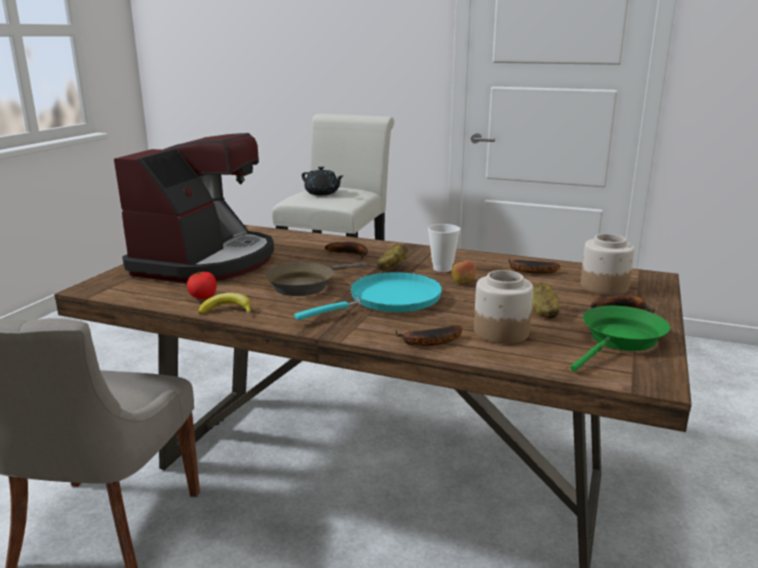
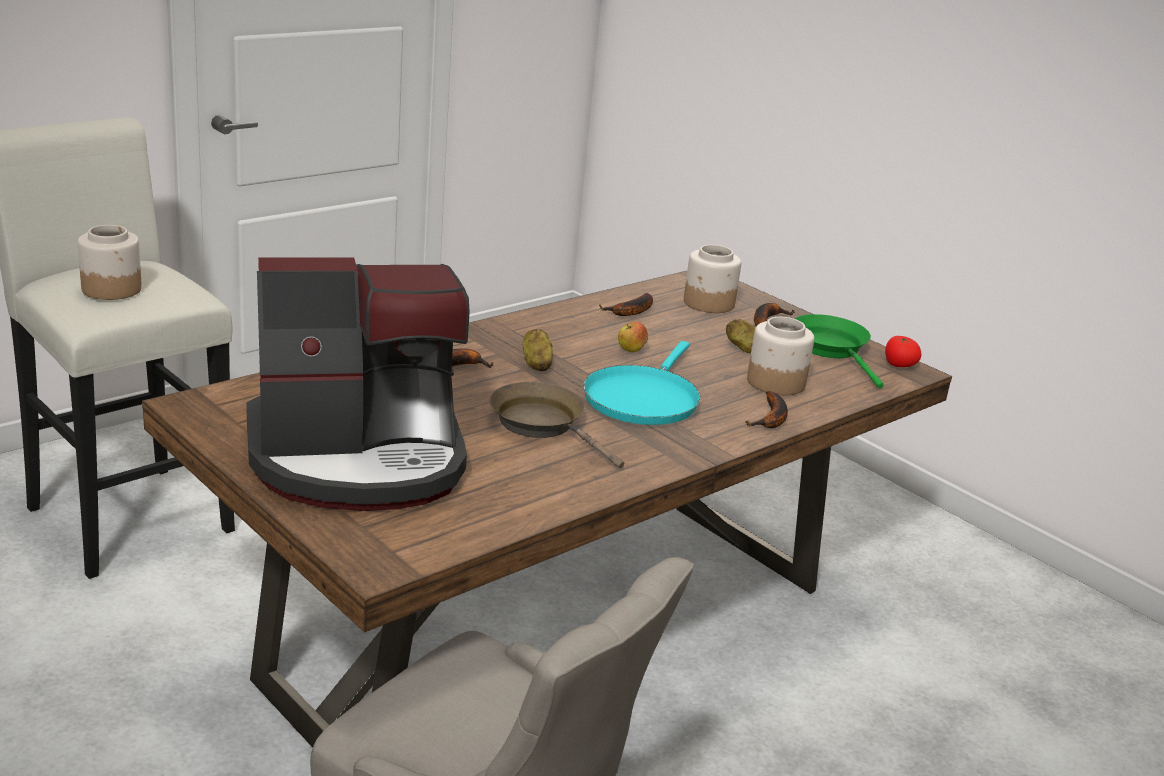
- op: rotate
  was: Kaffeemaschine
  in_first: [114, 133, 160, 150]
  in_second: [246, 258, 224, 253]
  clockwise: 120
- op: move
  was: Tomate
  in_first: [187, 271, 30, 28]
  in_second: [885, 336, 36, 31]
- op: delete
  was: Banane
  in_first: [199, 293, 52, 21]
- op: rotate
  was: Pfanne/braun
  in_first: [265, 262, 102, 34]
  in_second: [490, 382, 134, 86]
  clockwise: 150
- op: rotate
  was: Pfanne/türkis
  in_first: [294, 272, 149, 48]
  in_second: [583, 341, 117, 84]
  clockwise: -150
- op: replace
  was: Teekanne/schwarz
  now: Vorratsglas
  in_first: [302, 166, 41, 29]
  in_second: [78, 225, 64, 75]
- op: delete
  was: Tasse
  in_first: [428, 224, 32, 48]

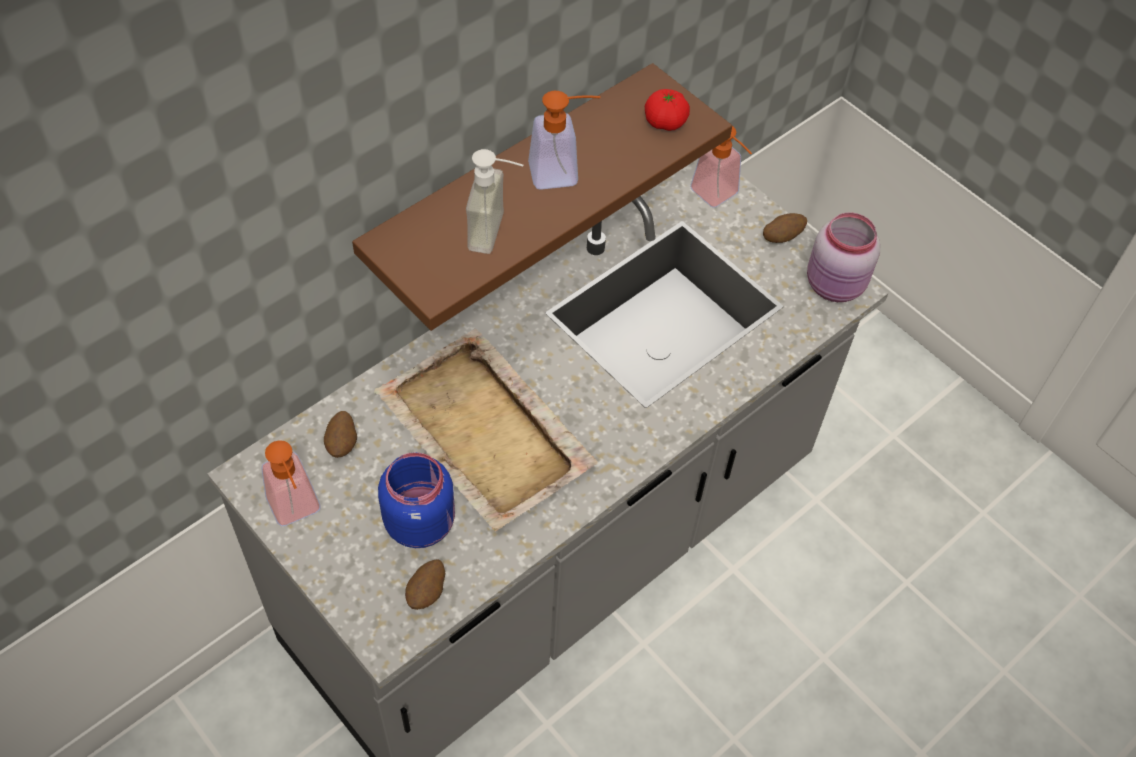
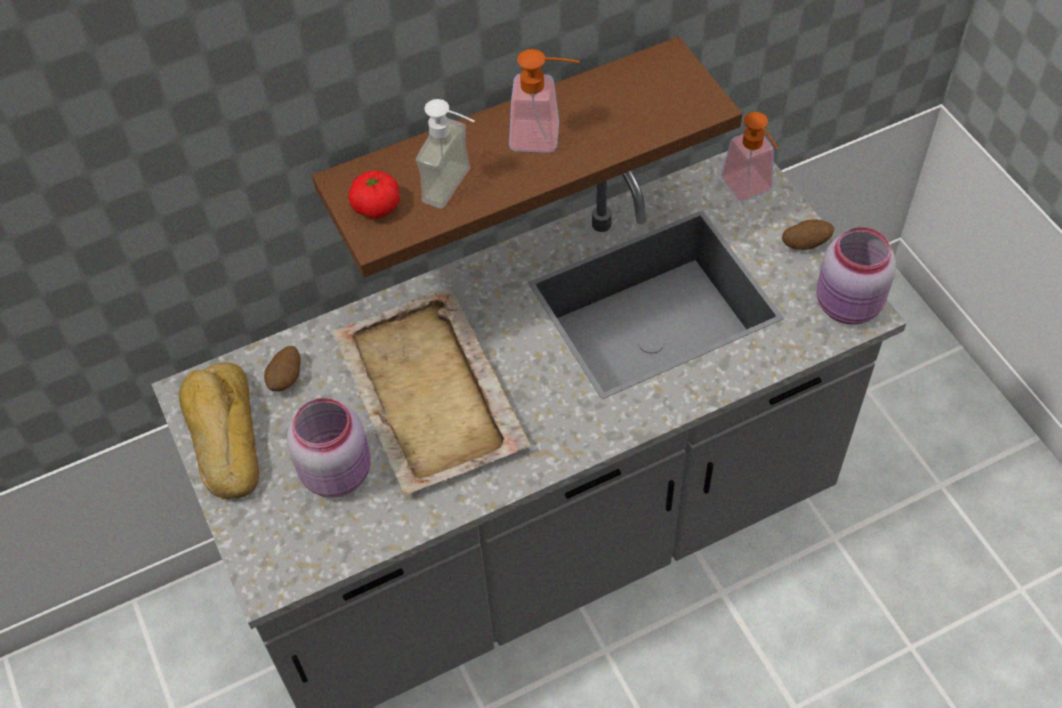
- op: replace
  was: Seifenspender
  now: Brot
  in_first: [262, 440, 58, 86]
  in_second: [179, 363, 80, 136]
- op: recolor
  was: Vorratsglas/blau
  now: Vorratsglas/rosa
  in_first: [378, 452, 77, 96]
  in_second: [287, 398, 84, 100]
- op: delete
  was: Kartoffel
  in_first: [405, 559, 40, 51]
- op: move
  was: Tomate
  in_first: [645, 89, 45, 42]
  in_second: [348, 171, 52, 47]

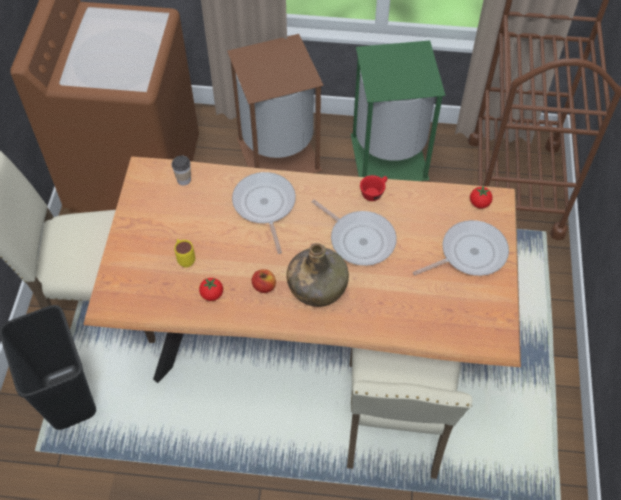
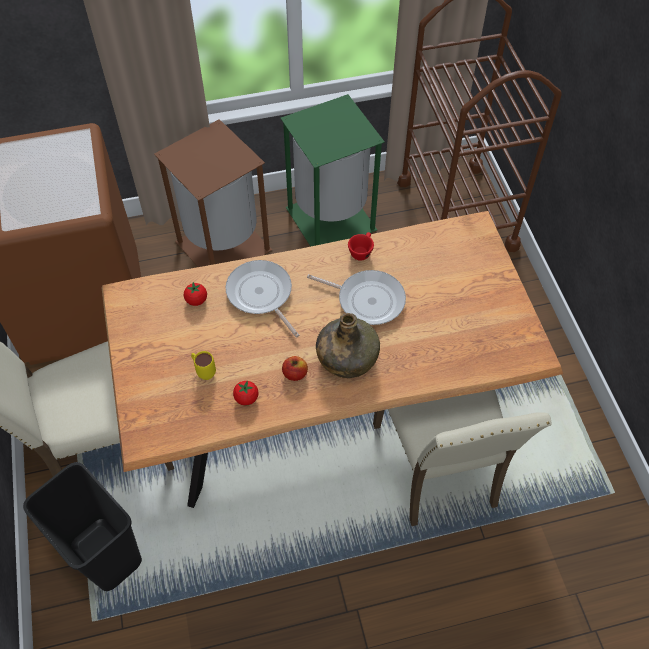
- op: delete
  was: Tasse
  in_first: [171, 156, 20, 30]
- op: delete
  was: Pfanne
  in_first: [413, 220, 96, 56]
- op: move
  was: Tomate
  in_first: [470, 186, 23, 23]
  in_second: [184, 282, 23, 24]

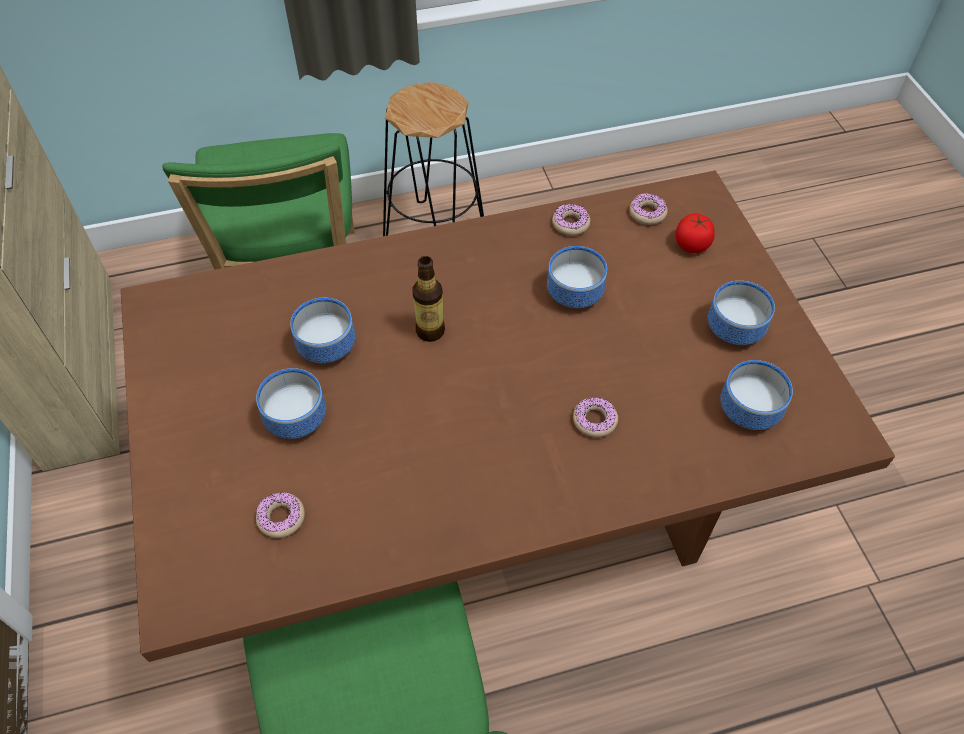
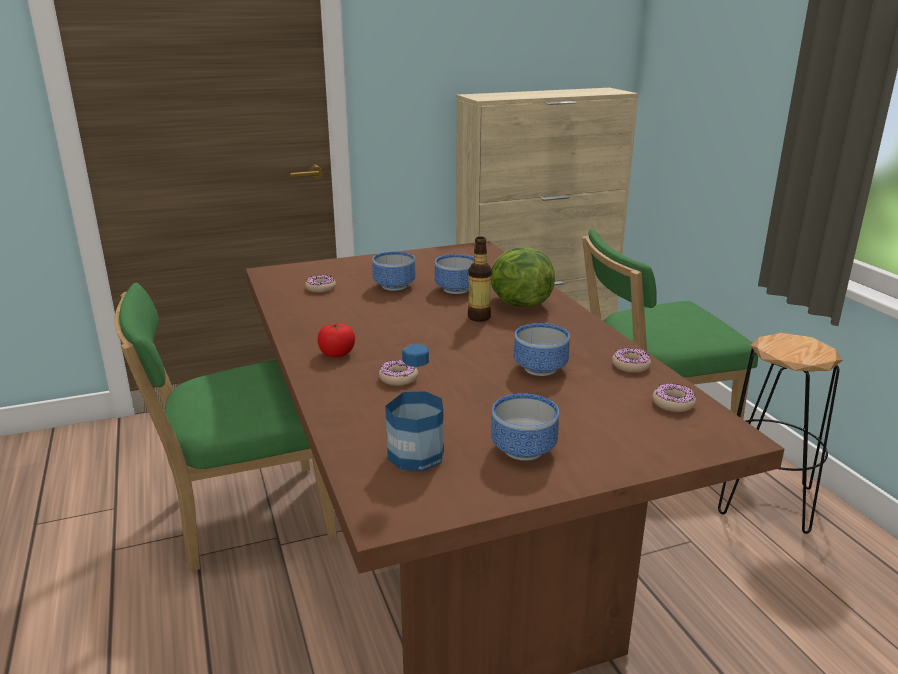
- op: move
  was: Tomate
  in_first: [675, 213, 40, 40]
  in_second: [318, 323, 37, 35]
- op: replace
  was: Schüssel
  now: Flasche
  in_first: [720, 360, 73, 70]
  in_second: [385, 344, 59, 127]
- op: insert
  now: Salatkopf
  in_second: [491, 247, 64, 60]

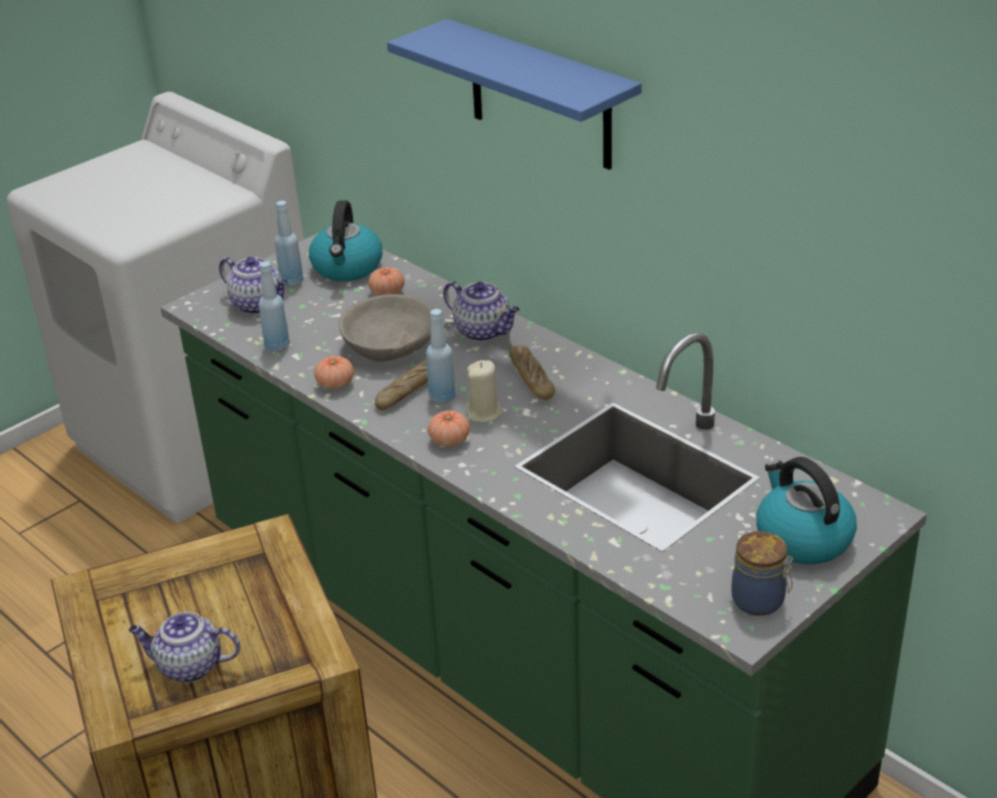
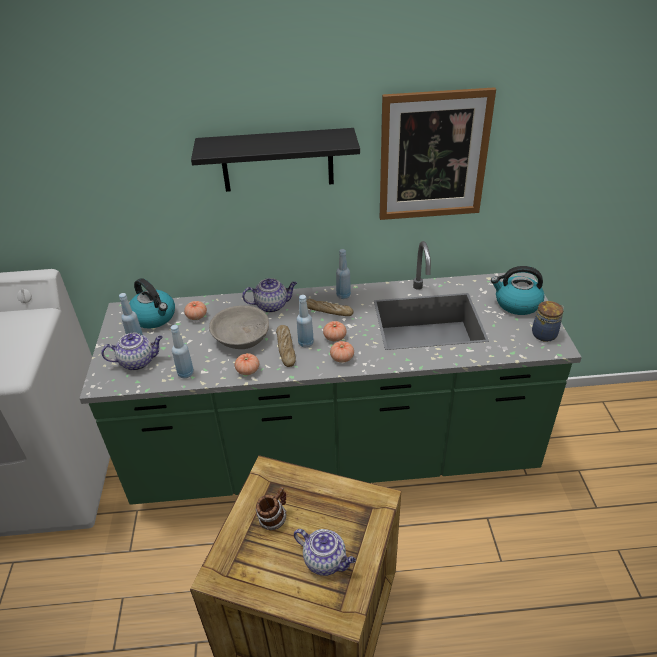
- op: rotate
  was: Teekanne
  in_first: [128, 612, 112, 71]
  in_second: [294, 529, 62, 47]
  clockwise: -105
- op: recolor
  was: Wandregal/blau
  now: Wandregal/schwarz
  in_first: [387, 19, 255, 151]
  in_second: [191, 128, 169, 64]
- op: replace
  was: Kerze/beige
  now: Tomate
  in_first: [466, 360, 37, 63]
  in_second: [323, 321, 23, 21]
- op: insert
  now: Henkelbecher
  in_second: [255, 487, 32, 44]
- op: insert
  now: Flasche/blau
  in_second: [336, 249, 15, 50]
- op: insert
  now: Bild
  in_second: [380, 87, 116, 133]

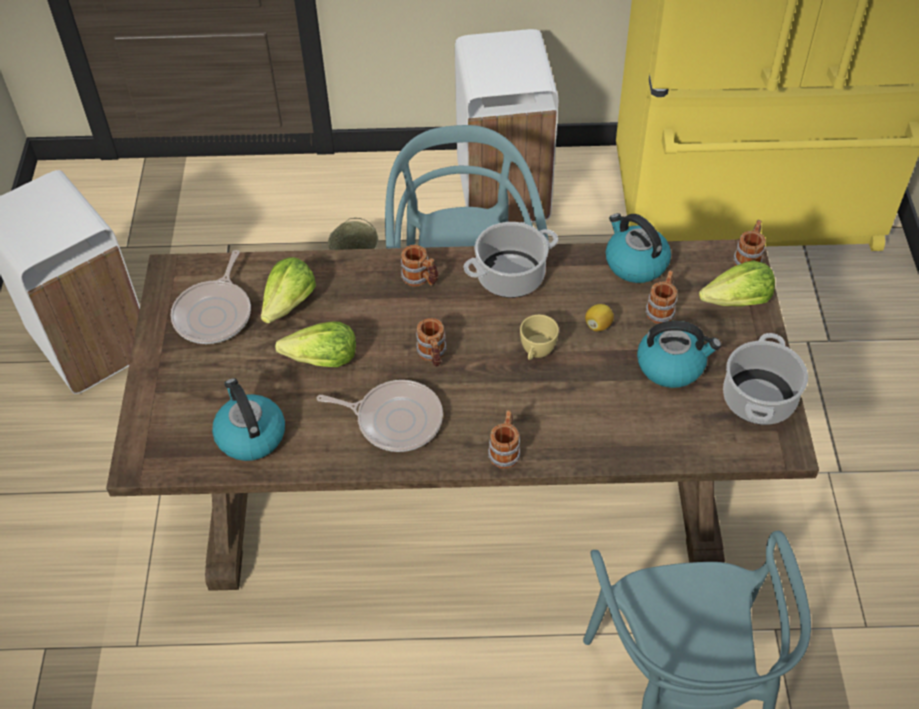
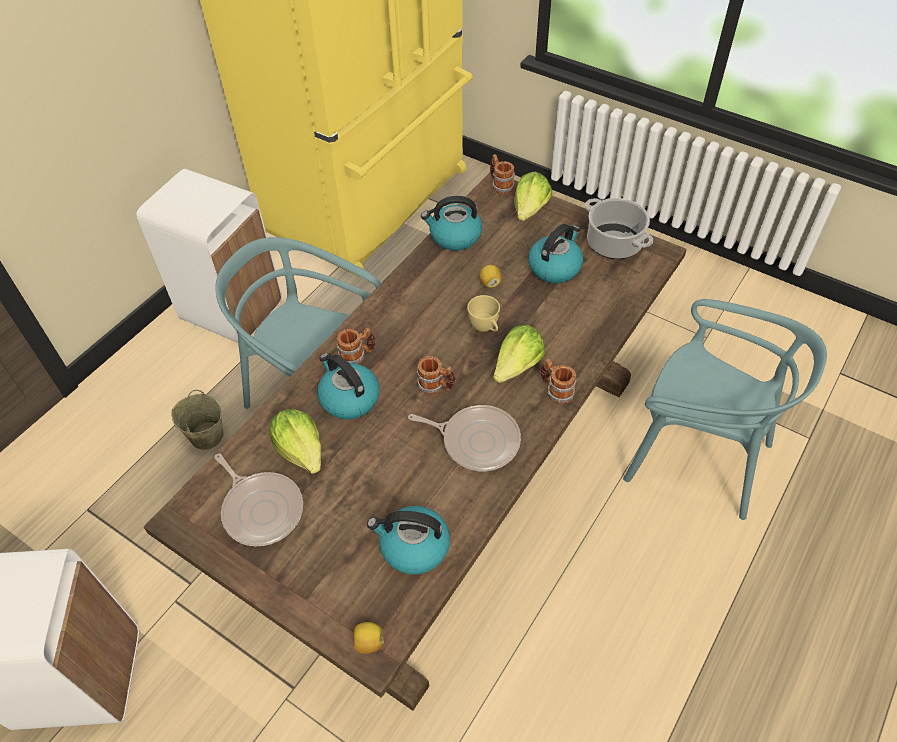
- op: move
  was: Salatkopf
  in_first: [275, 321, 81, 46]
  in_second: [493, 325, 52, 58]
- op: rotate
  was: Pfanne
  in_first: [317, 380, 126, 72]
  in_second: [408, 405, 113, 66]
  clockwise: 60
- op: delete
  was: Kochtopf
  in_first: [464, 222, 94, 76]
- op: delete
  was: Henkelbecher
  in_first: [645, 270, 32, 54]
- op: insert
  now: Wasserkessel
  in_second: [317, 353, 63, 67]
- op: insert
  now: Zitrone
  in_second: [354, 622, 30, 32]

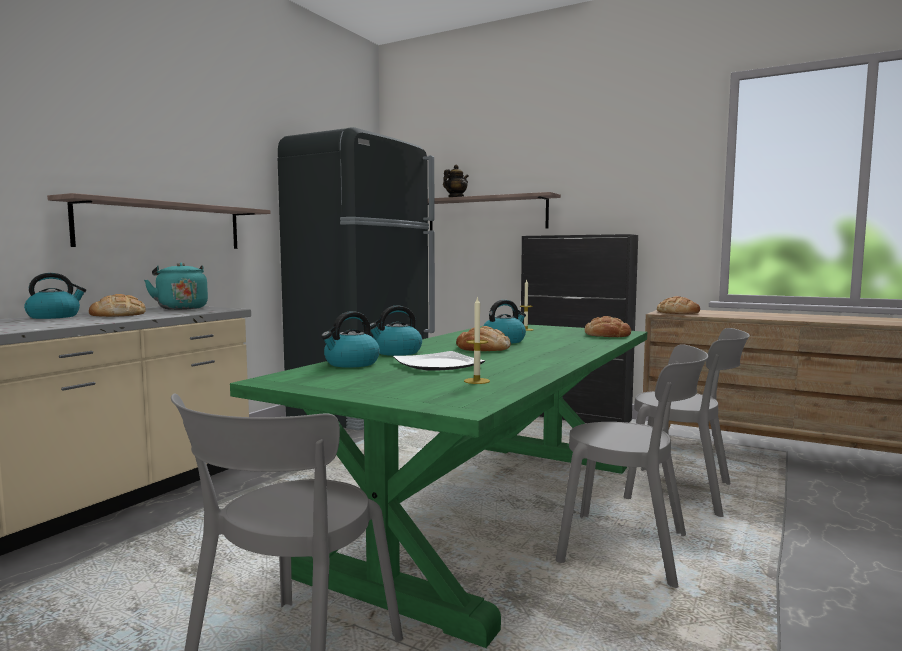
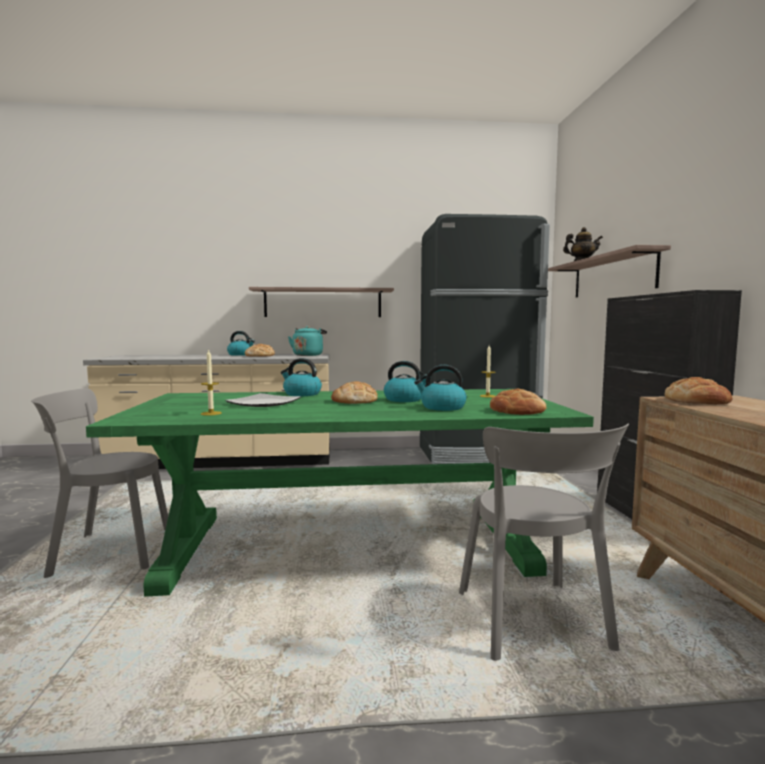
- op: move
  was: Wasserkessel
  in_first: [321, 311, 59, 57]
  in_second: [414, 365, 53, 46]
- op: delete
  was: Stuhl/grau
  in_first: [556, 344, 153, 244]

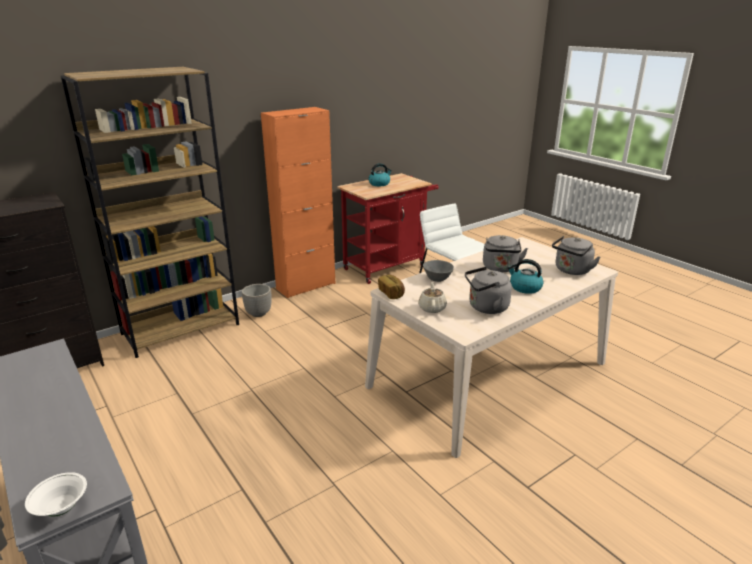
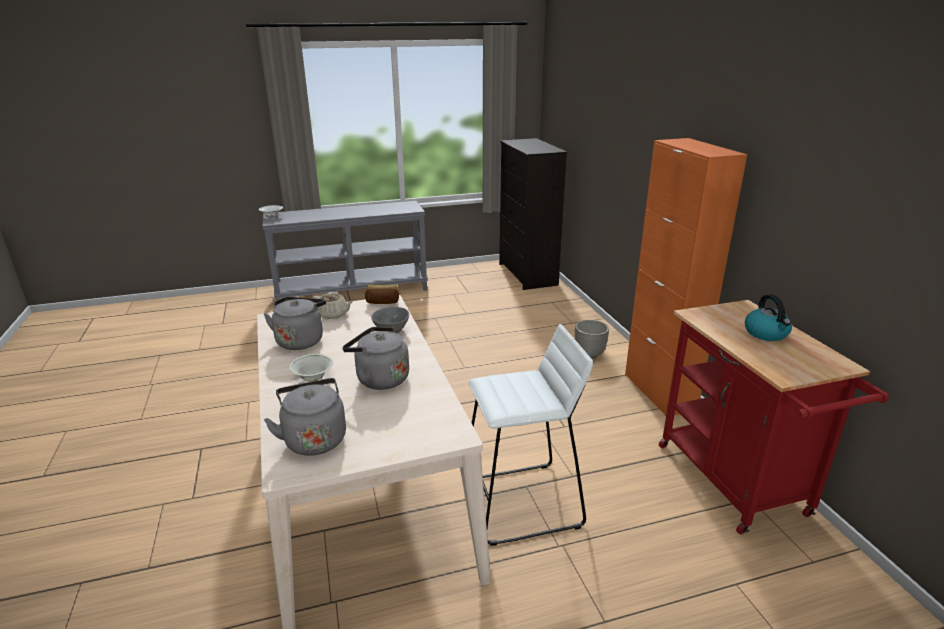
- op: delete
  was: Bücherregal/braun
  in_first: [61, 67, 178, 291]
- op: replace
  was: Wasserkessel
  now: Schüssel/weiß
  in_first: [507, 259, 37, 35]
  in_second: [289, 354, 44, 28]

